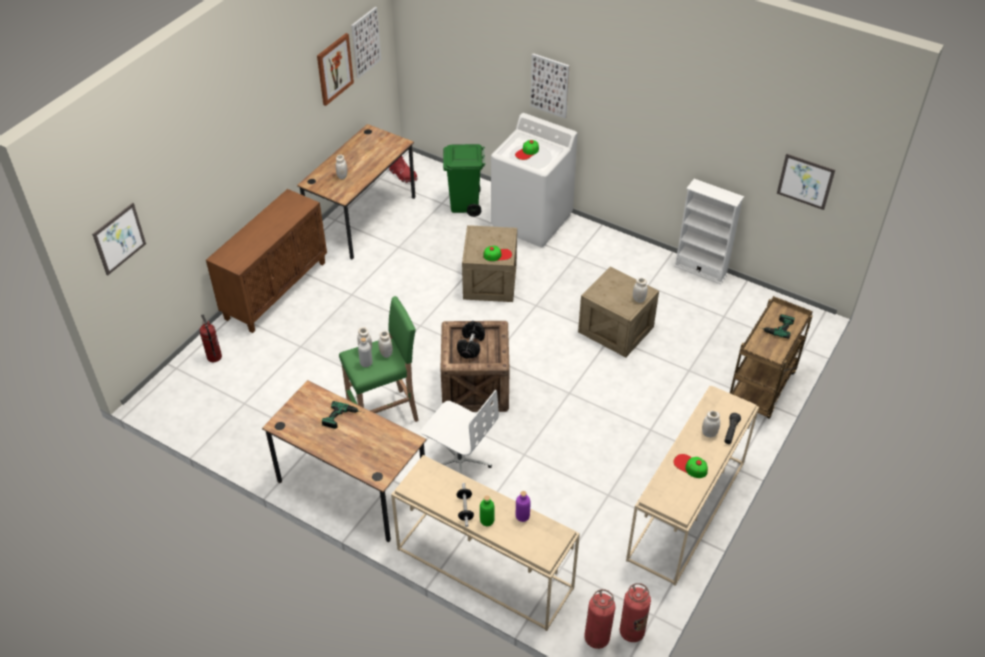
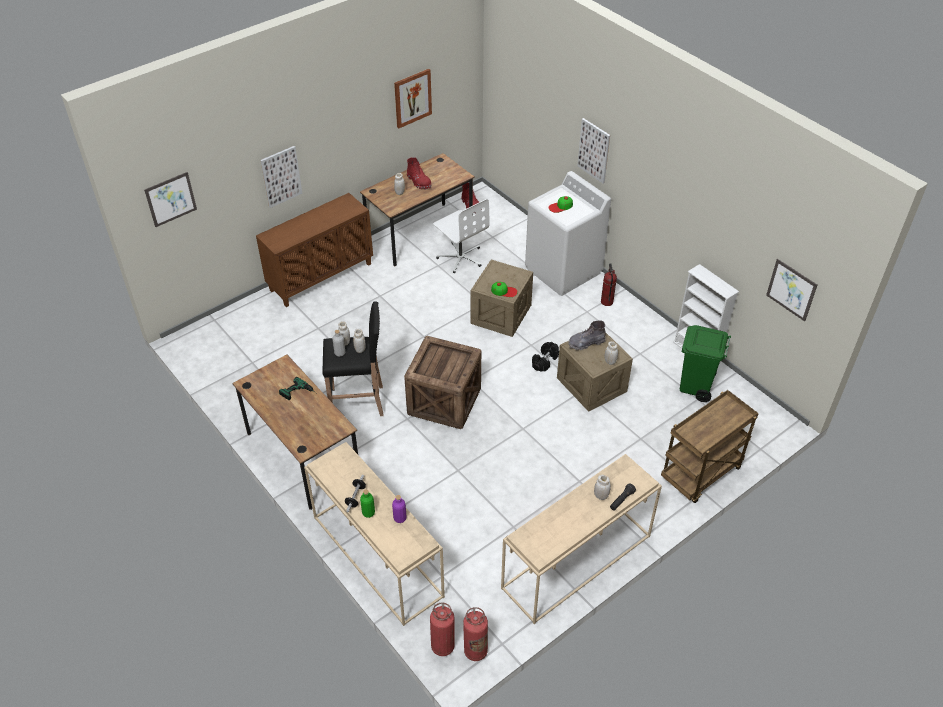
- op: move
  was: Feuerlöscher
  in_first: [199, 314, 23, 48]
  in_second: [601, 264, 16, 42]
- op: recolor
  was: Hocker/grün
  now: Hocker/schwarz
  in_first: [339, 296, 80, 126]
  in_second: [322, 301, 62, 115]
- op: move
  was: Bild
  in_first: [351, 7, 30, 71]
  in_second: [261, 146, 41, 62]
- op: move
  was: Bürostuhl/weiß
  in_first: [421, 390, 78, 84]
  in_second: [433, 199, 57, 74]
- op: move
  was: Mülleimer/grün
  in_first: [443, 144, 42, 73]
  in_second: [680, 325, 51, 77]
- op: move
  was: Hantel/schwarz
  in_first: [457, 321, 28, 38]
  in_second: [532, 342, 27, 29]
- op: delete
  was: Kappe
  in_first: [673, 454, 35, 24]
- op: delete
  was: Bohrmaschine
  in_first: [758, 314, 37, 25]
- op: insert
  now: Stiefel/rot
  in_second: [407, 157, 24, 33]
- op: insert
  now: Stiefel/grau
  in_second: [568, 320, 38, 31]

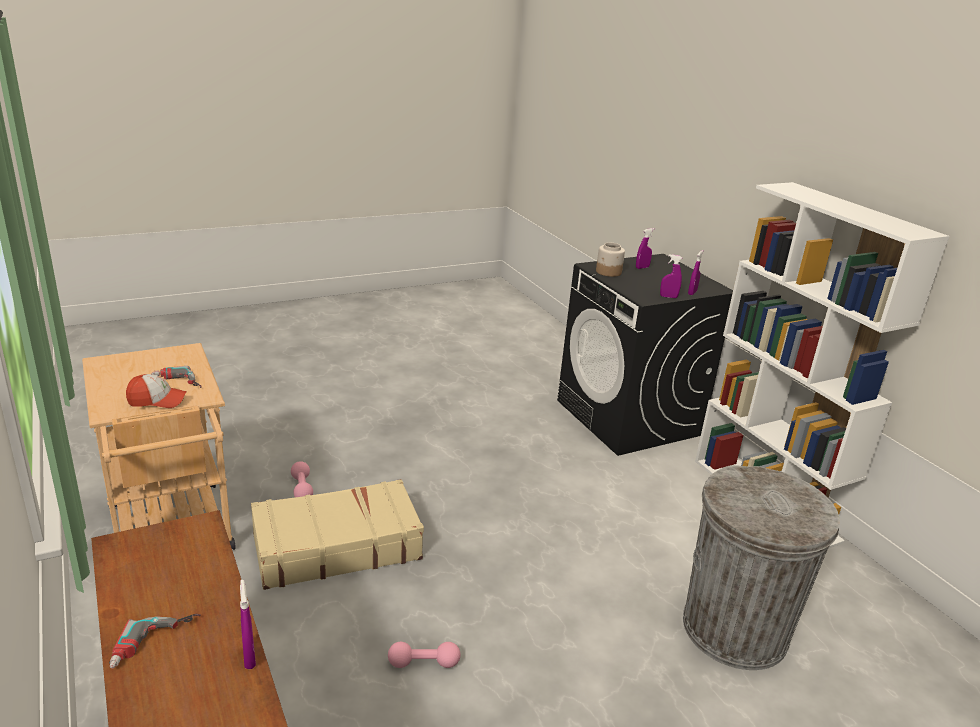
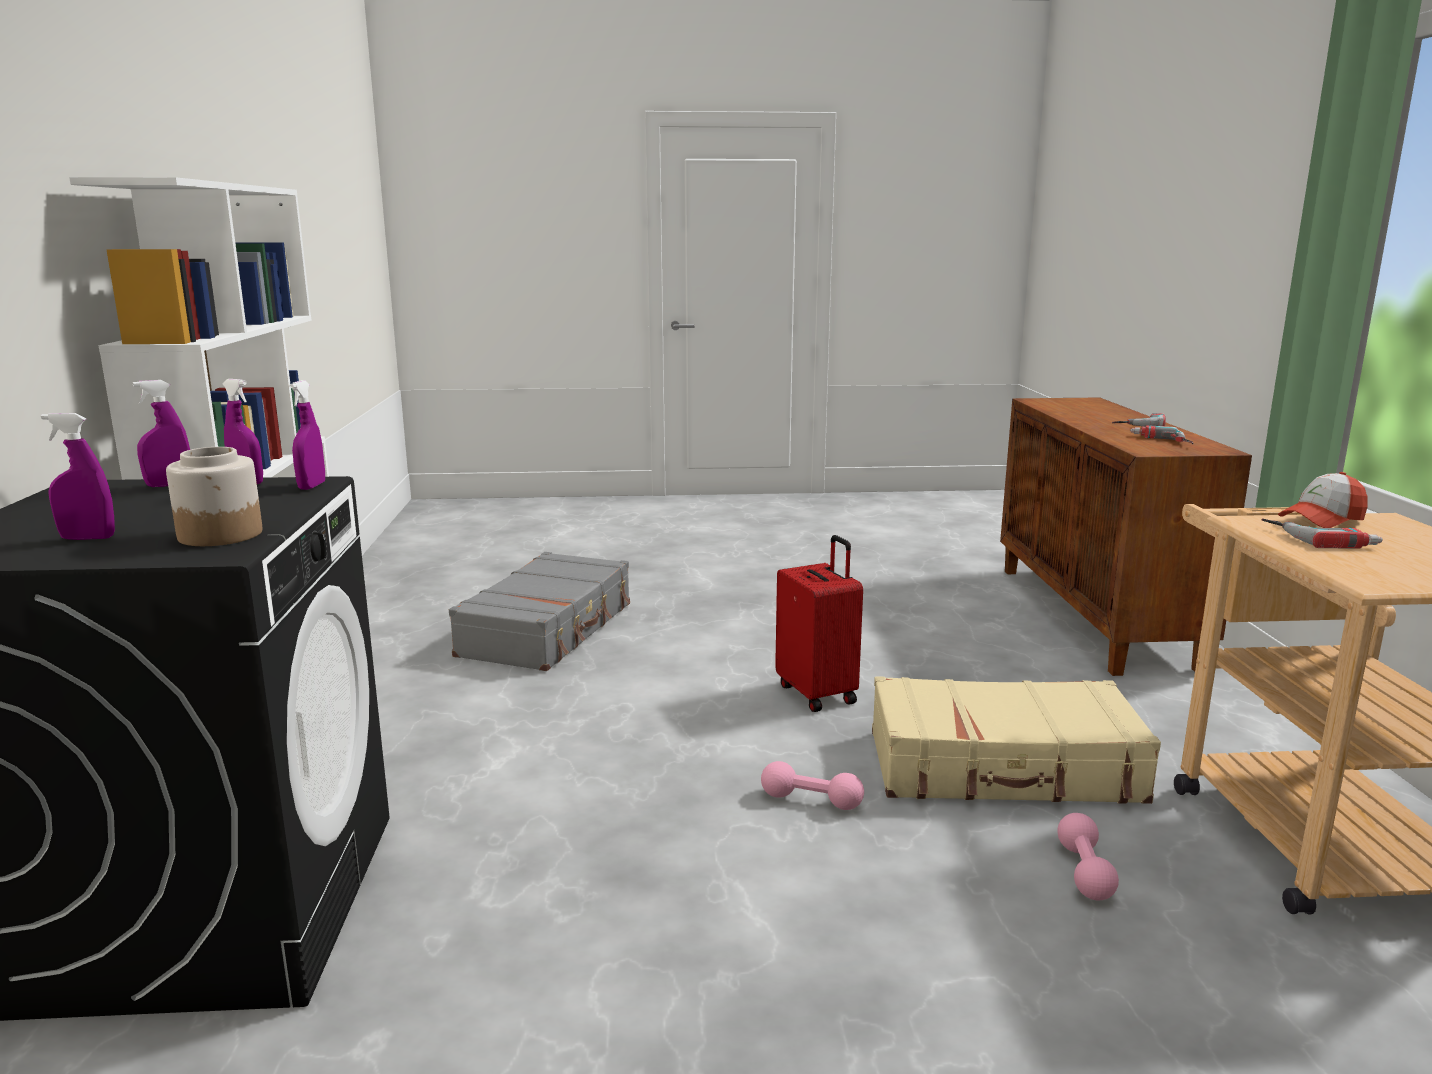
- op: rotate
  was: Kappe
  in_first: [126, 374, 61, 34]
  in_second: [1278, 472, 90, 56]
  clockwise: -45
- op: move
  was: Sprühflasche/lila
  in_first: [240, 580, 16, 89]
  in_second: [289, 380, 36, 110]
- op: move
  was: Hantel/rosa
  in_first: [388, 642, 73, 26]
  in_second: [761, 761, 103, 49]
- op: replace
  was: Mülleimer/grau
  now: Koffer/grau
  in_first: [683, 465, 157, 205]
  in_second: [449, 552, 181, 119]
- op: insert
  now: Koffer/rot
  in_second: [775, 535, 88, 177]
- op: insert
  now: Bohrmaschine
  in_second: [1130, 425, 63, 19]

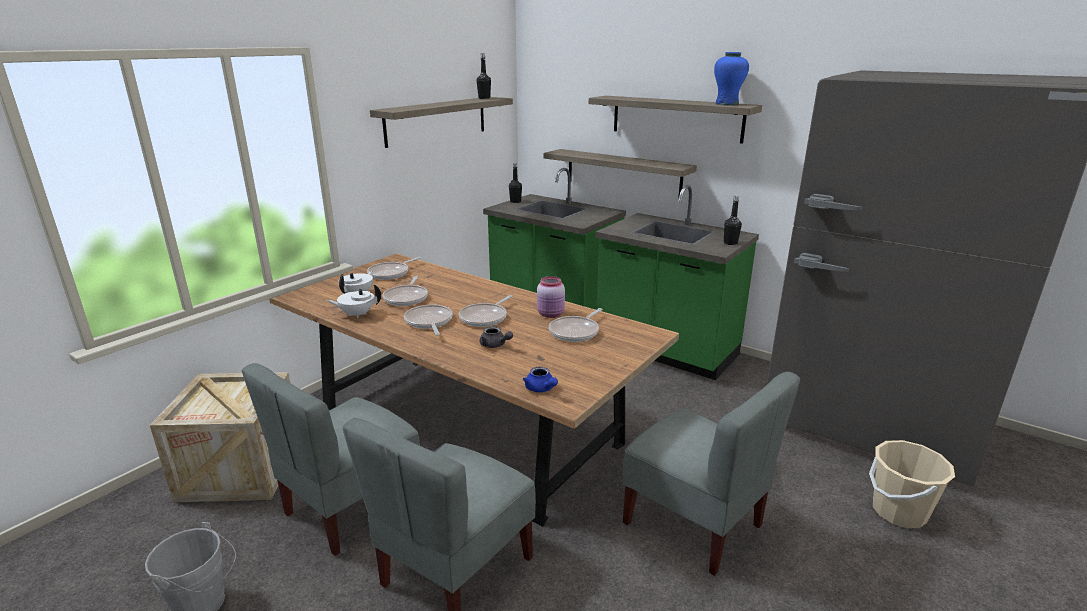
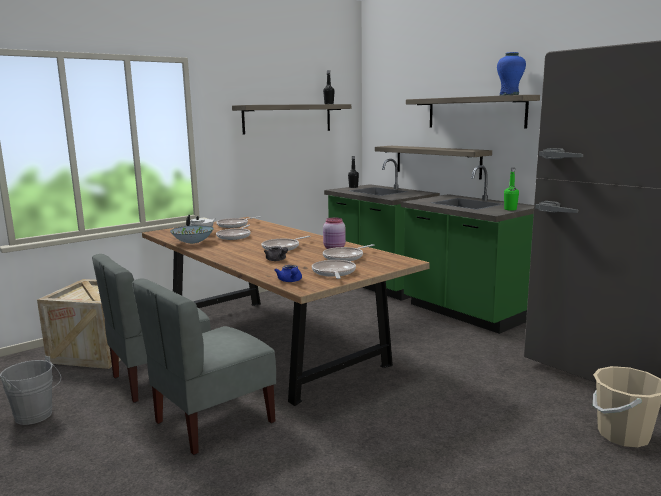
- op: replace
  was: Teekanne/weiß
  now: Schüssel
  in_first: [326, 284, 55, 34]
  in_second: [170, 225, 44, 19]
- op: move
  was: Pfanne
  in_first: [404, 305, 49, 30]
  in_second: [312, 260, 44, 19]
- op: delete
  was: Stuhl/grau
  in_first: [623, 372, 177, 204]
- op: recolor
  was: Flasche/schwarz
  now: Flasche/grün
  in_first: [724, 196, 18, 49]
  in_second: [504, 168, 15, 43]

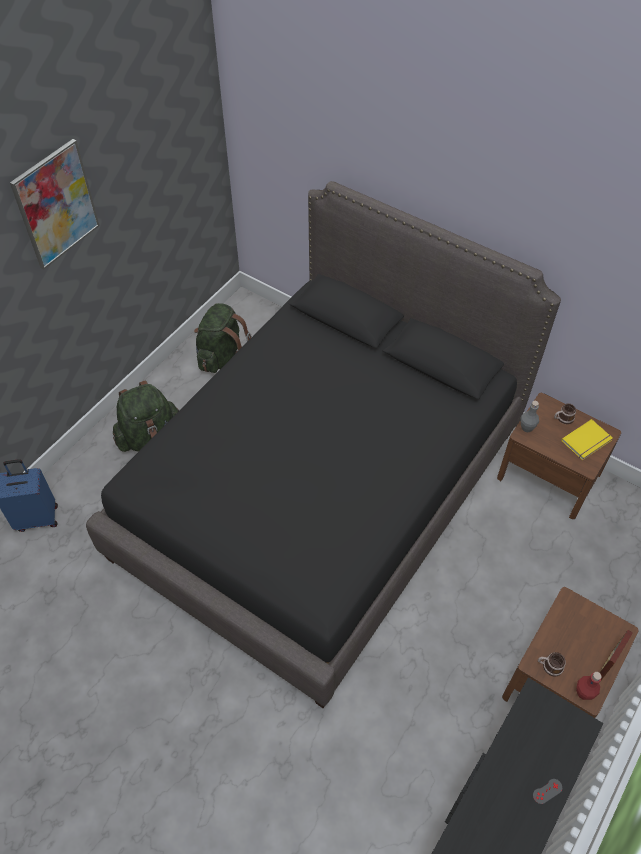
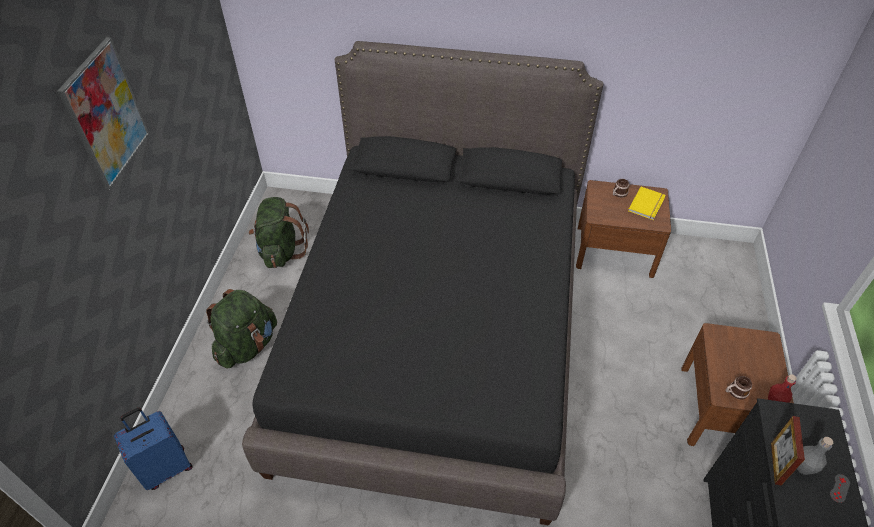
- op: move
  was: Flasche/grau
  in_first: [521, 401, 18, 32]
  in_second: [797, 437, 36, 38]
- op: move
  was: Bilderrahmen
  in_first: [599, 630, 34, 50]
  in_second: [771, 416, 34, 69]

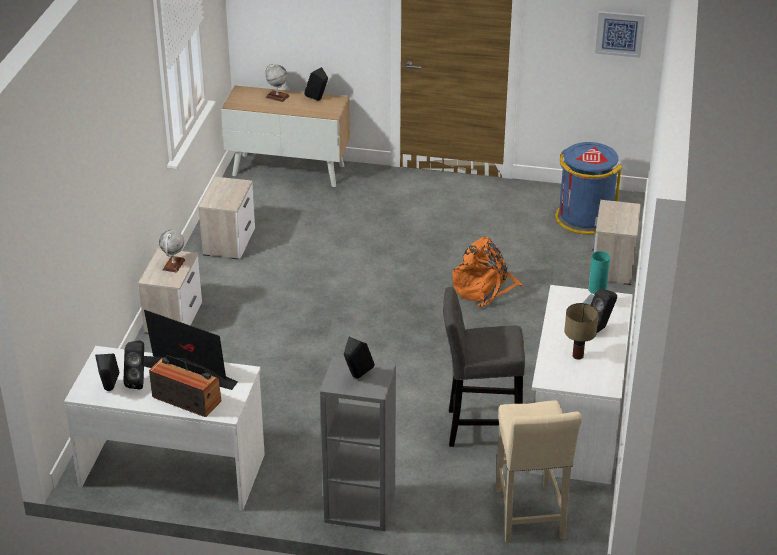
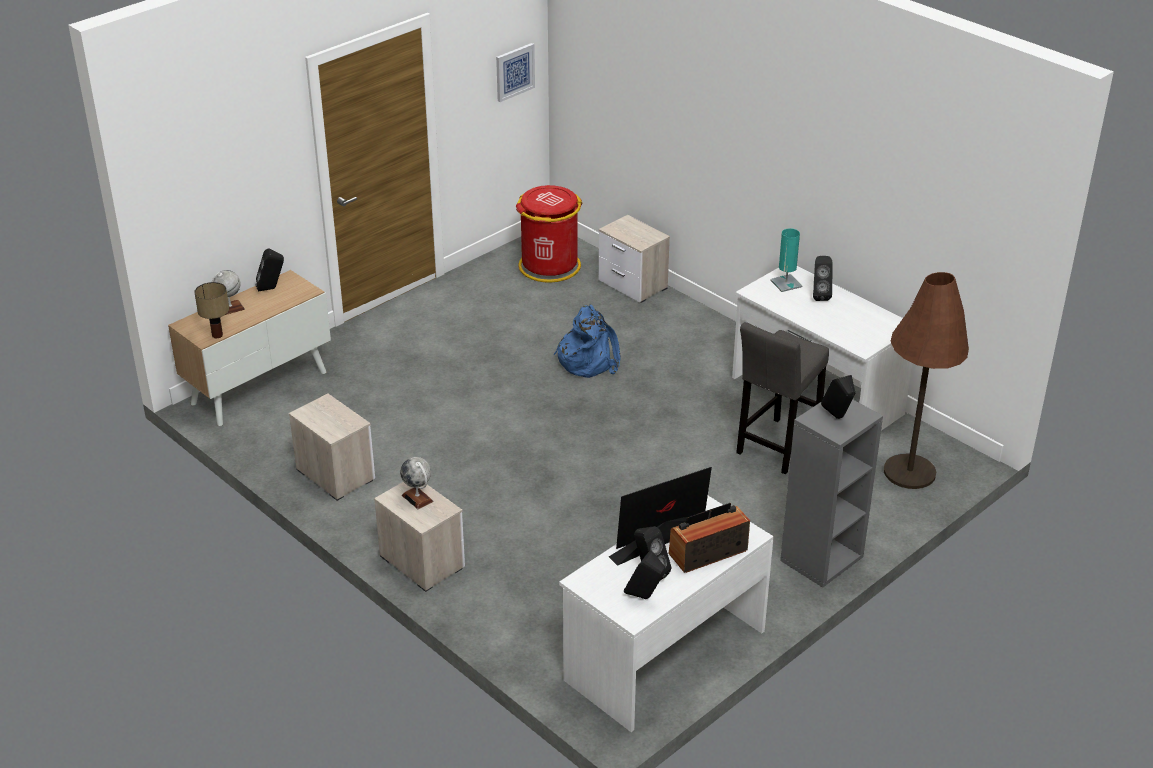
- op: recolor
  was: Rucksack/orange
  now: Rucksack/blau
  in_first: [452, 237, 70, 70]
  in_second: [553, 305, 68, 73]
- op: replace
  was: Hocker/beige
  now: Stehlampe/braun
  in_first: [495, 401, 87, 142]
  in_second: [884, 272, 85, 217]
- op: recolor
  was: Mülleimer/blau
  now: Mülleimer/rot
  in_first: [555, 142, 67, 92]
  in_second: [516, 185, 67, 97]
- op: move
  was: Tischlampe
  in_first: [564, 303, 35, 56]
  in_second: [194, 282, 35, 56]

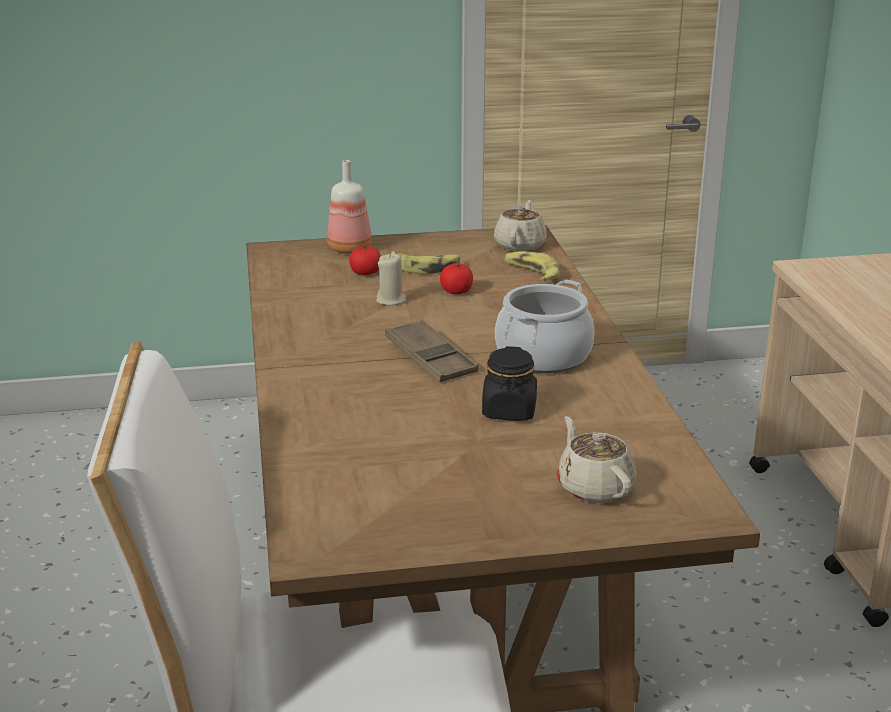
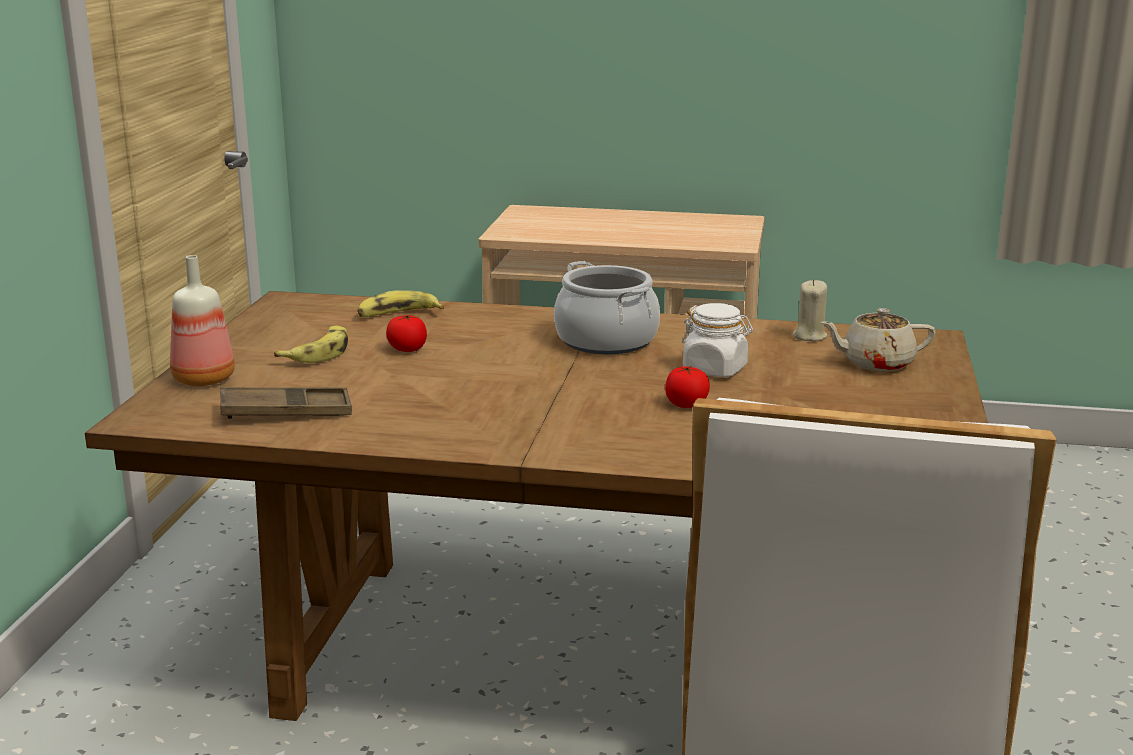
- op: move
  was: Tomate
  in_first: [349, 245, 32, 30]
  in_second: [665, 366, 45, 42]
- op: move
  was: Kerze/beige
  in_first: [376, 253, 30, 52]
  in_second: [793, 280, 34, 62]
- op: move
  was: Tablett/braun
  in_first: [385, 320, 93, 62]
  in_second: [220, 387, 132, 32]
- op: recolor
  was: Vorratsglas/schwarz
  now: Vorratsglas/weiß
  in_first: [482, 346, 55, 75]
  in_second: [682, 303, 71, 74]
- op: delete
  was: Teekanne/beige
  in_first: [494, 200, 53, 52]

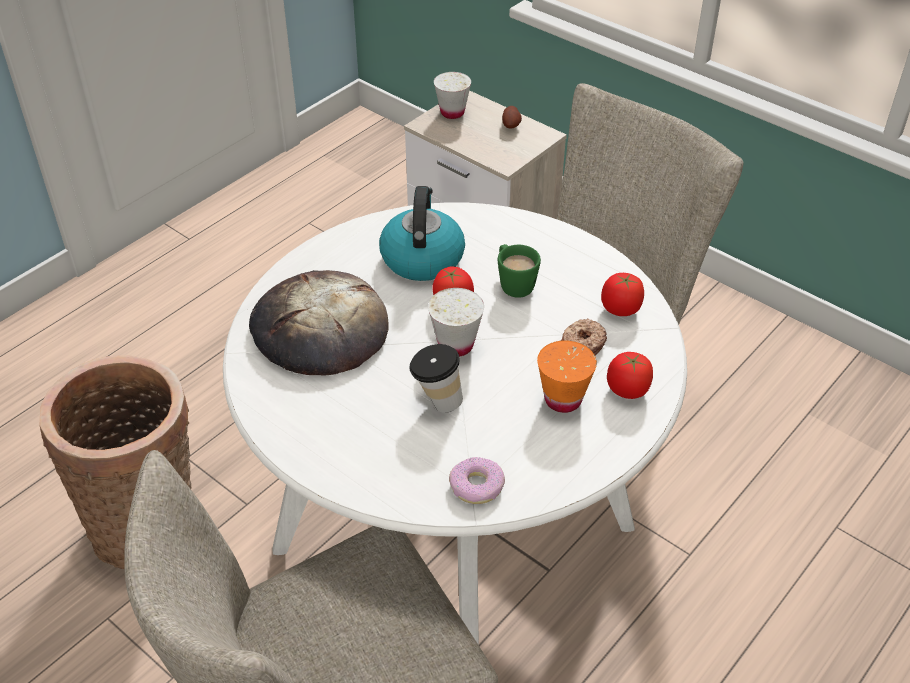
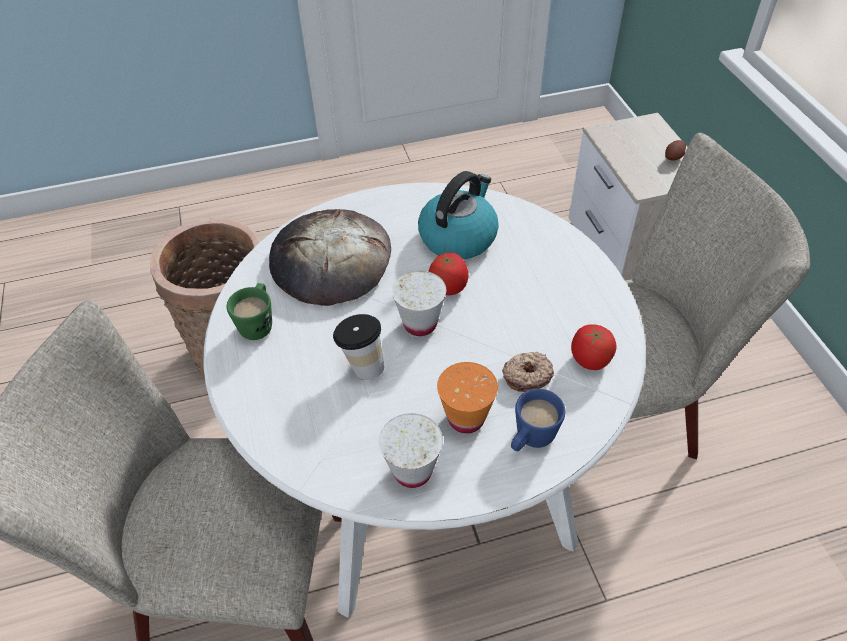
- op: move
  was: Tasse/weiß
  in_first: [434, 72, 37, 47]
  in_second: [379, 413, 64, 75]
- op: delete
  was: Donut
  in_first: [449, 457, 56, 47]
- op: move
  was: Henkelbecher/grün
  in_first: [498, 244, 43, 54]
  in_second: [227, 283, 45, 57]
- op: replace
  was: Tomate
  now: Henkelbecher/blau
  in_first: [607, 352, 46, 47]
  in_second: [511, 389, 54, 62]

